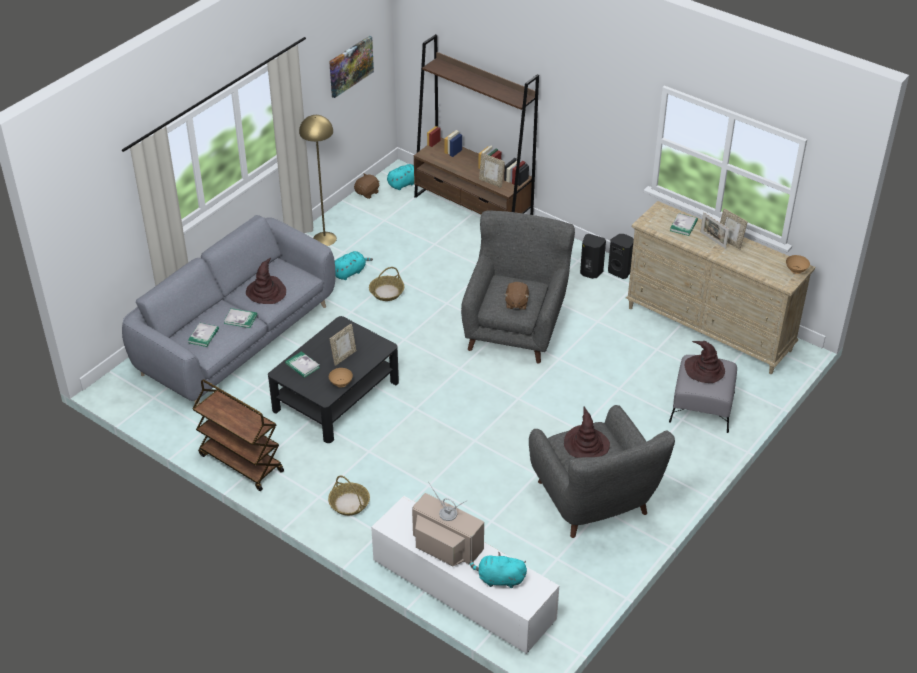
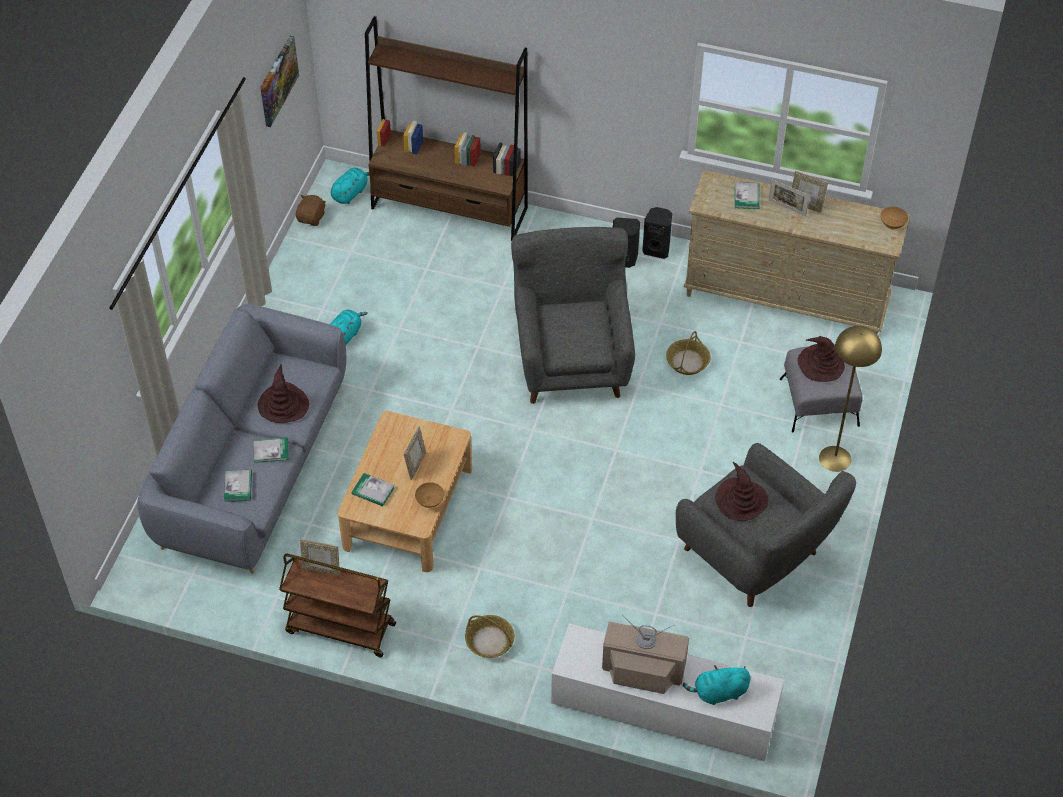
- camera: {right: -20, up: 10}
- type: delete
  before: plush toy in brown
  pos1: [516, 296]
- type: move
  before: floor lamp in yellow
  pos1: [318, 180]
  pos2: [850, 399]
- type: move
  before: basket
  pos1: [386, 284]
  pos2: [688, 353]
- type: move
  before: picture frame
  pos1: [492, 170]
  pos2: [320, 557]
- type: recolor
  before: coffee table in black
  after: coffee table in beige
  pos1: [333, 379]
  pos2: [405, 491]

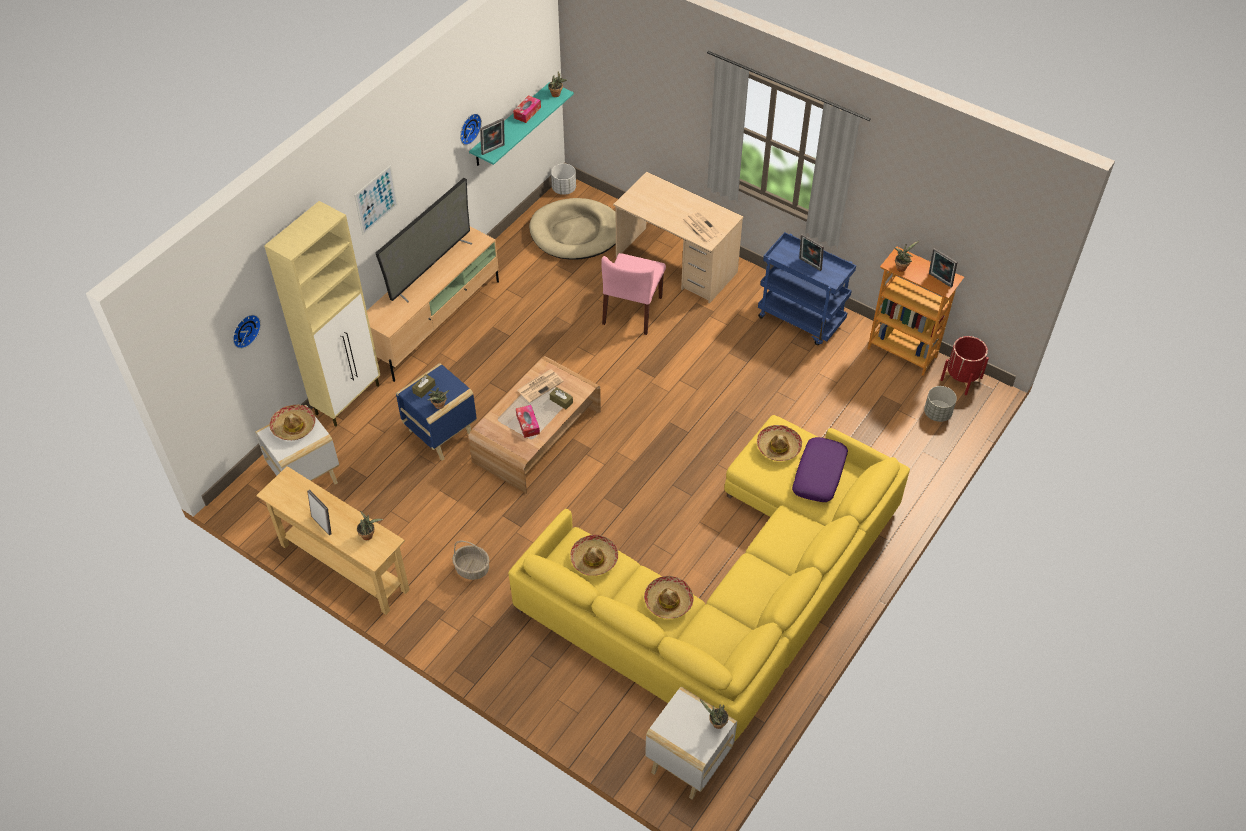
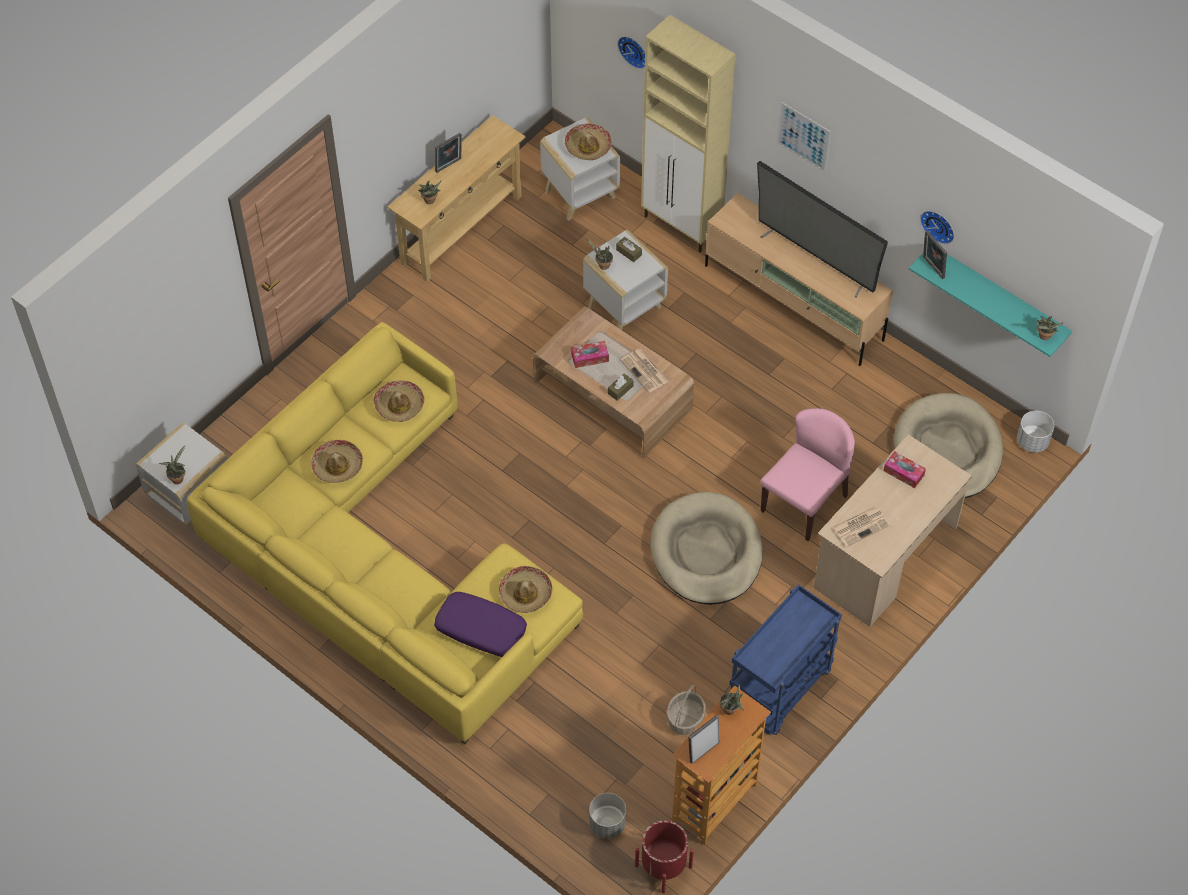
- camera: {right: 95, up: 5}
- type: delete
  before: picture frame
  pos1: [811, 252]
- type: insert
  after: dog bed in beige
  pos2: [707, 548]
- type: move
  before: basket
  pos1: [470, 560]
  pos2: [686, 710]
- type: move
  before: tissue box
  pos1: [527, 109]
  pos2: [904, 469]
- type: recolor
  before: side table in blue
  after: side table in white
  pos1: [436, 412]
  pos2: [625, 280]
- type: rotate
  before: chair in pink
  pos1: [634, 294]
  pos2: [807, 474]
  turn: 105

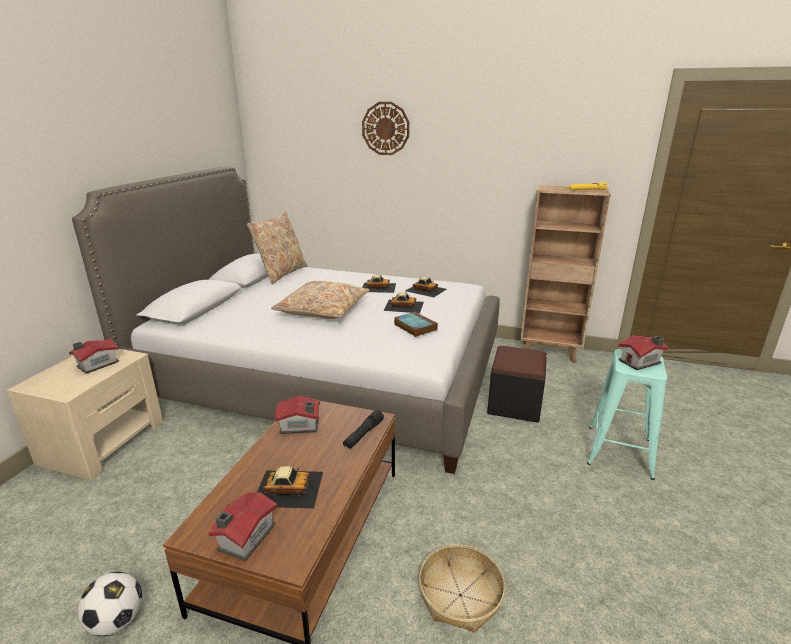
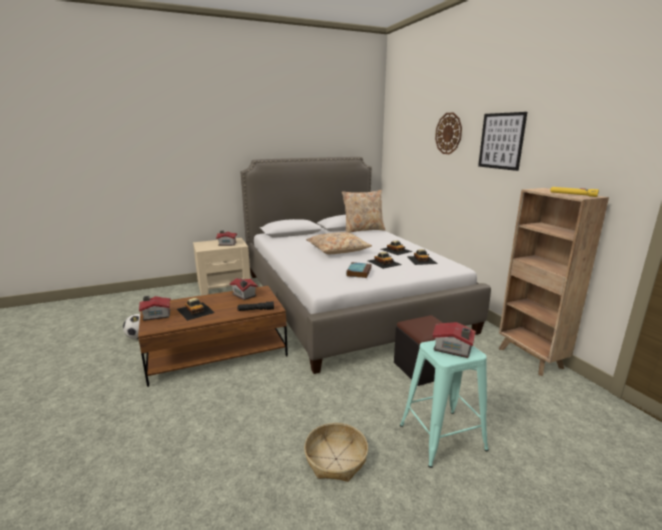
- camera: {right: 50, up: -5}
- type: insert
  after: picture
  pos2: [502, 141]
- type: move
  before: basket
  pos1: [462, 588]
  pos2: [336, 452]

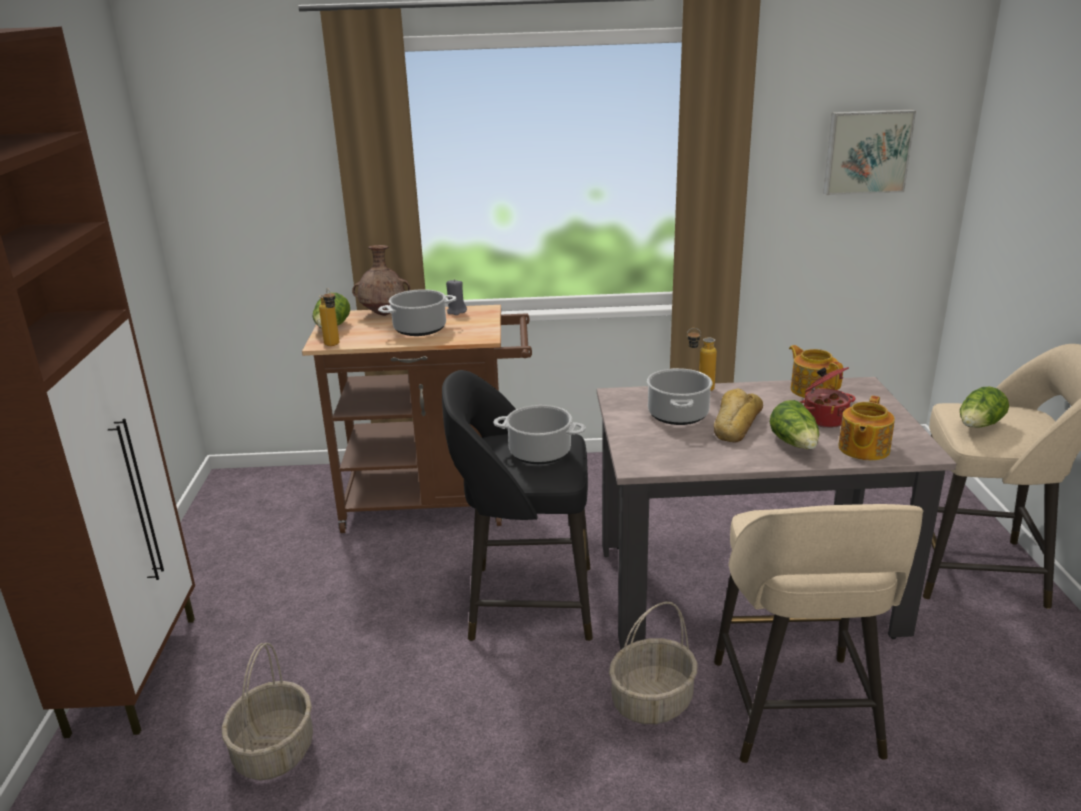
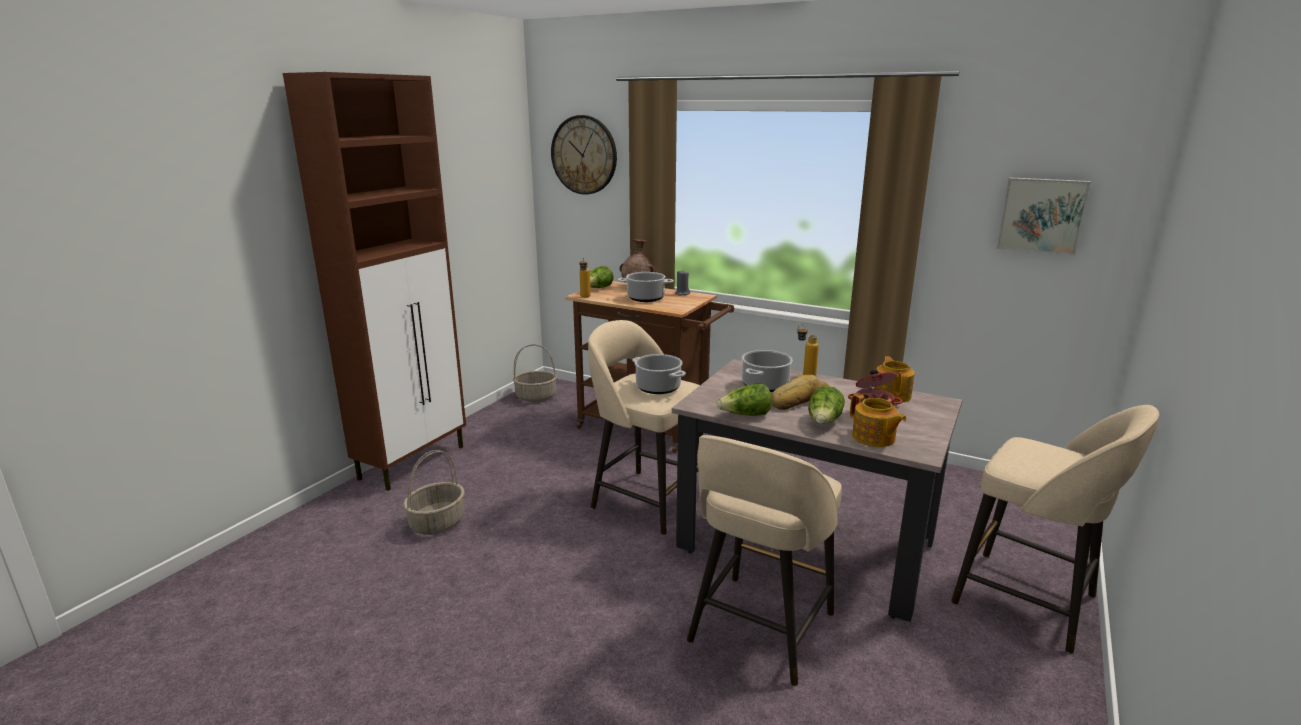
- camera: {right: 30, up: -5}
- type: insert
  after: wall clock
  pos2: [584, 155]
- type: move
  before: basket
  pos1: [653, 662]
  pos2: [535, 373]
- type: move
  before: lettuce
  pos1: [984, 407]
  pos2: [744, 400]
- type: recolor
  before: stool in black
  after: stool in beige
  pos1: [517, 505]
  pos2: [645, 427]
- type: rotate
  before: teapot
  pos1: [867, 428]
  pos2: [878, 420]
  turn: -90

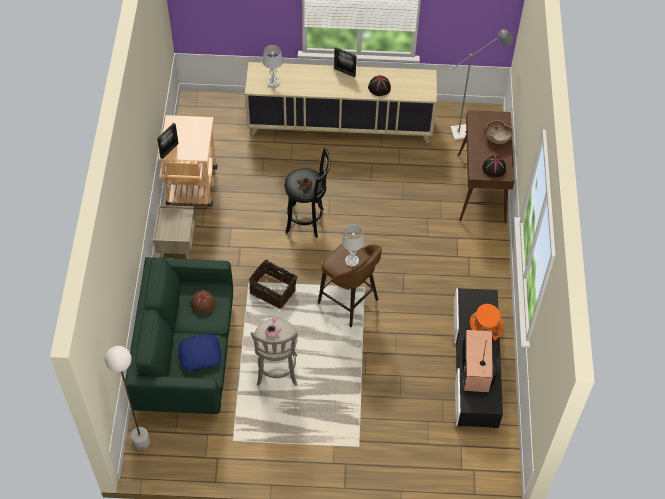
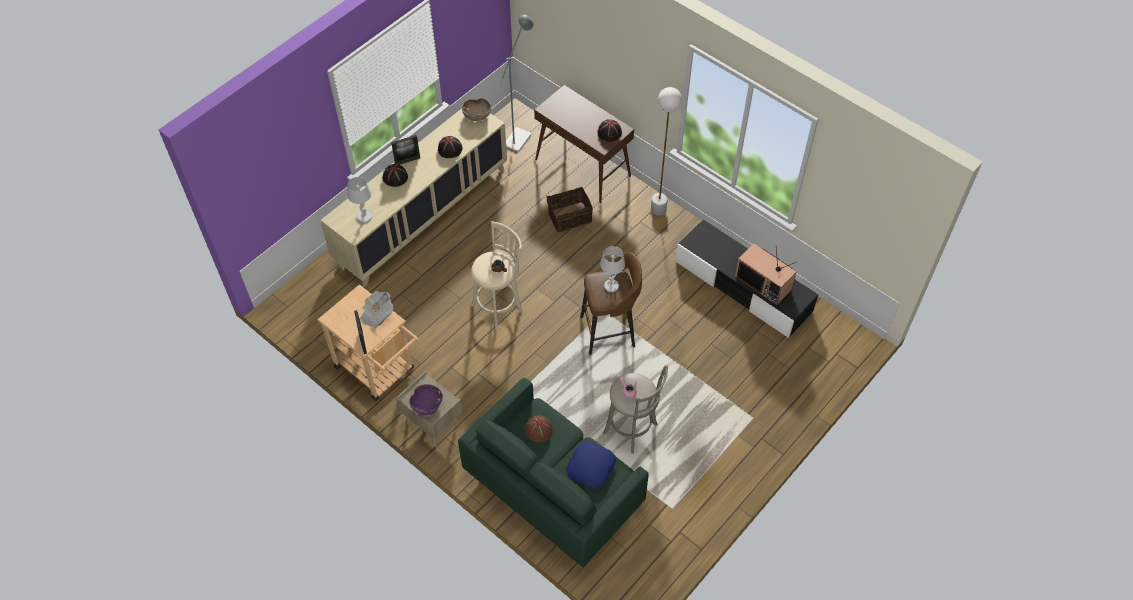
- camera: {right: -50, up: 0}
- type: delete
  before: hat in orange
  pos1: [486, 322]
- type: insert
  after: newspaper
  pos2: [376, 310]
- type: insert
  after: hat in black
  pos2: [395, 175]
- type: insert
  after: bowl in purple
  pos2: [426, 400]
- type: move
  before: floor lamp in white
  pos1: [127, 398]
  pos2: [666, 151]
- type: move
  before: basket
  pos1: [273, 284]
  pos2: [569, 209]
- type: move
  before: bowl in brown
  pos1: [499, 132]
  pos2: [476, 109]
- type: recolor
  before: stool in black
  after: stool in beige
  pos1: [307, 193]
  pos2: [497, 275]

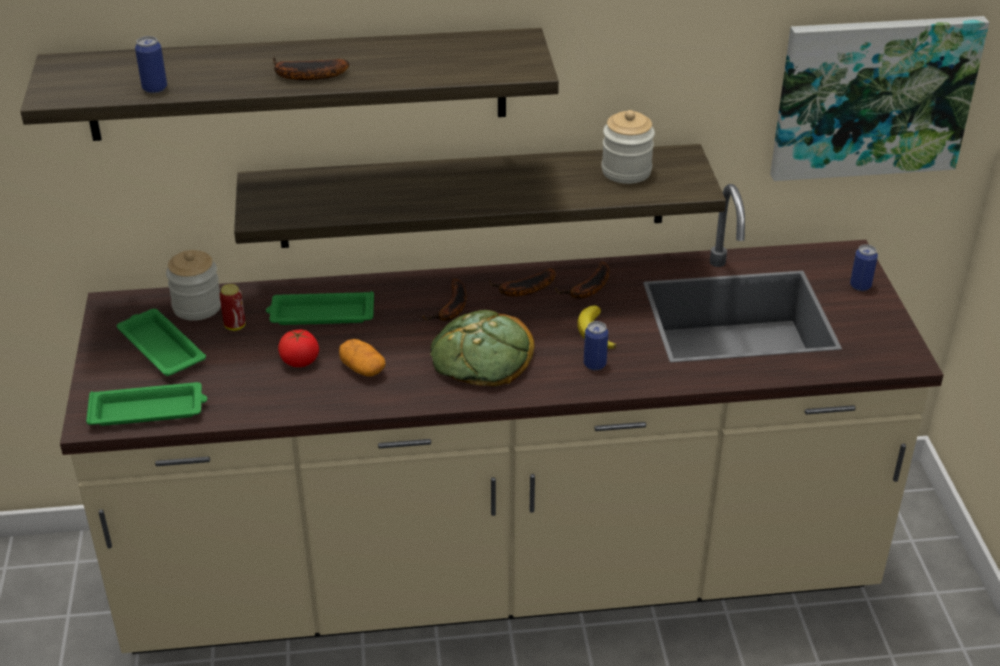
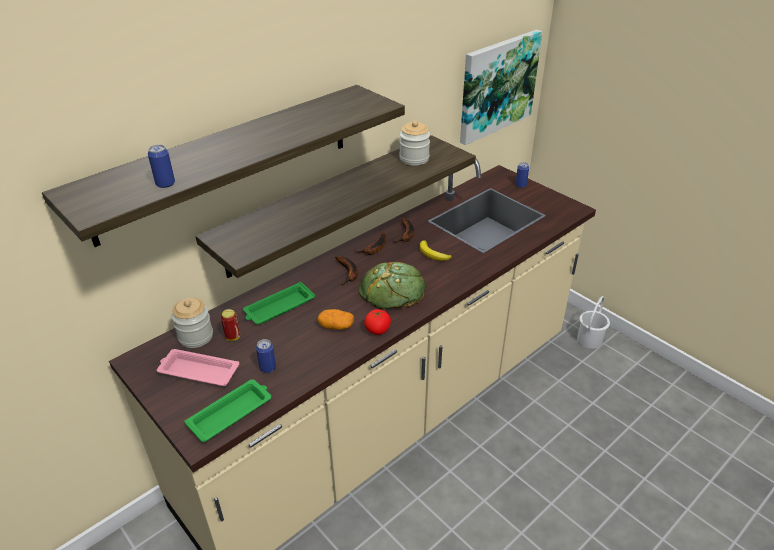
- camera: {right: -35, up: 0}
- type: delete
  before: banana
  pos1: [311, 68]
- type: insert
  after: bucket in white
  pos2: [593, 322]
- type: move
  before: tomato
  pos1: [298, 348]
  pos2: [377, 322]
- type: move
  before: can
  pos1: [596, 345]
  pos2: [266, 356]
- type: recolor
  before: tray in green
  after: tray in pink
  pos1: [161, 342]
  pos2: [198, 367]

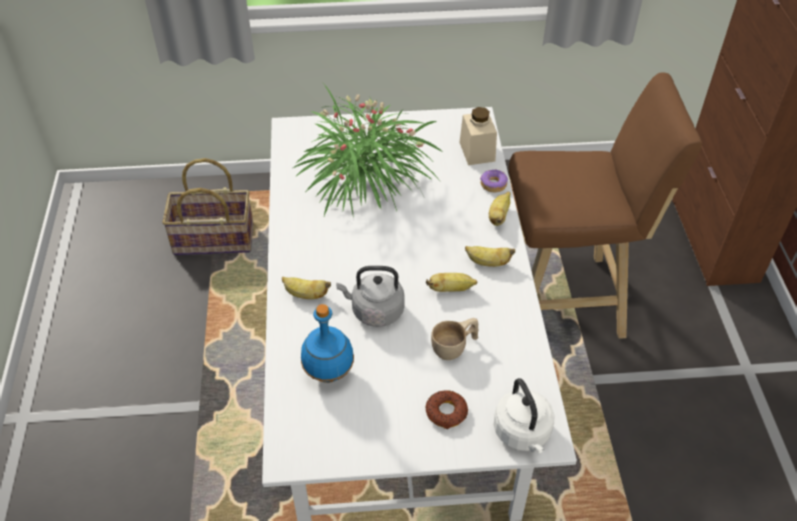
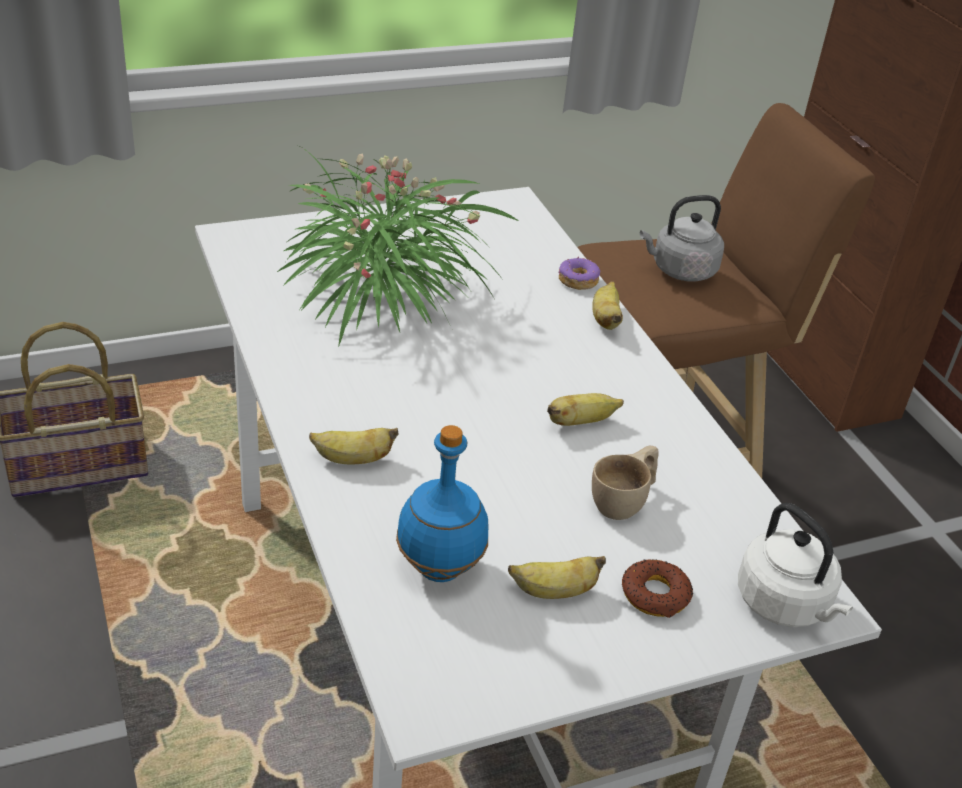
- camera: {right: -20, up: -10}
- type: delete
  before: jar in beige
  pos1: [478, 136]
- type: move
  before: kettle in grey
  pos1: [370, 296]
  pos2: [682, 238]
- type: move
  before: banana
  pos1: [490, 256]
  pos2: [557, 577]

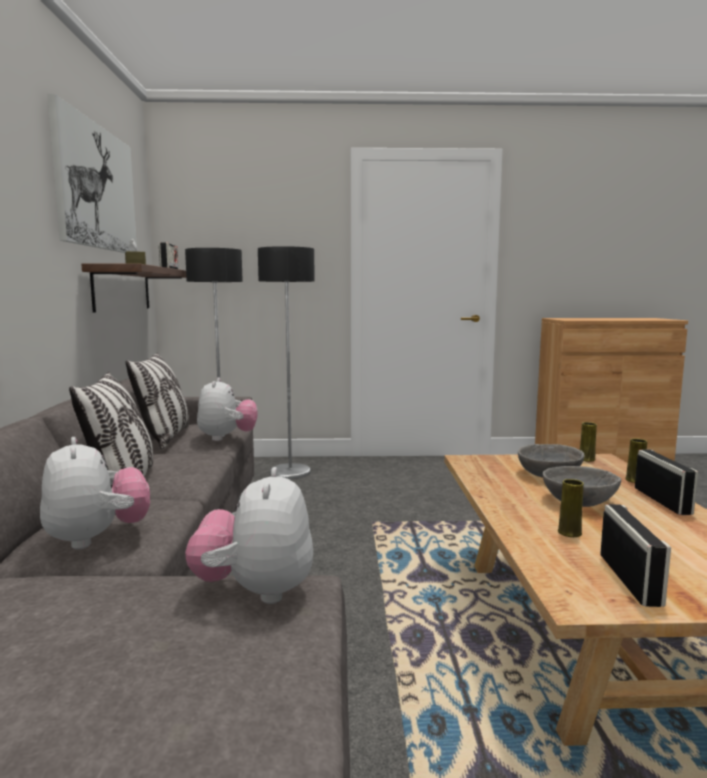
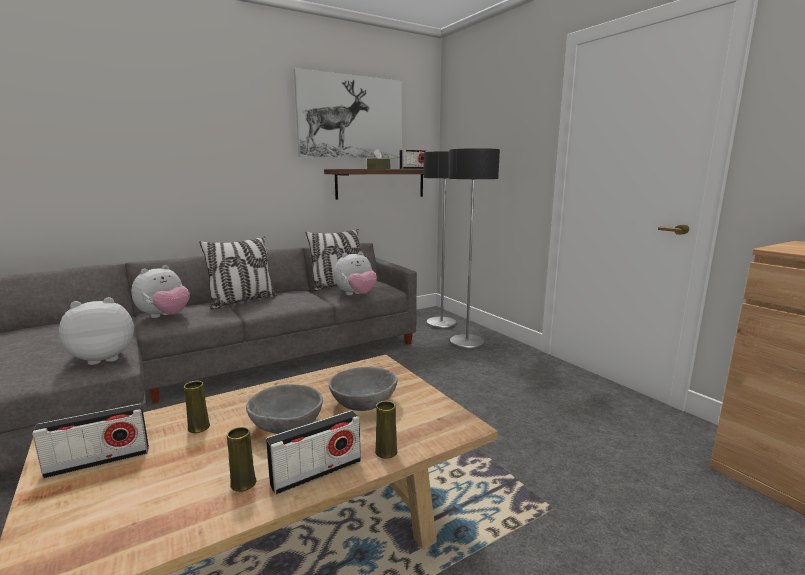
- camera: {right: 60, up: 5}
- type: move
  before: vase in yellow
  pos1: [588, 442]
  pos2: [241, 459]

